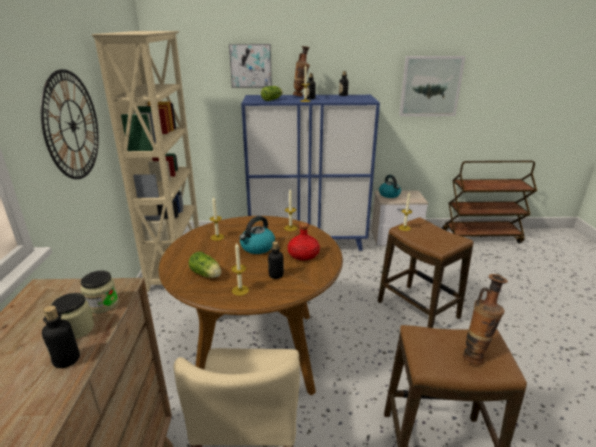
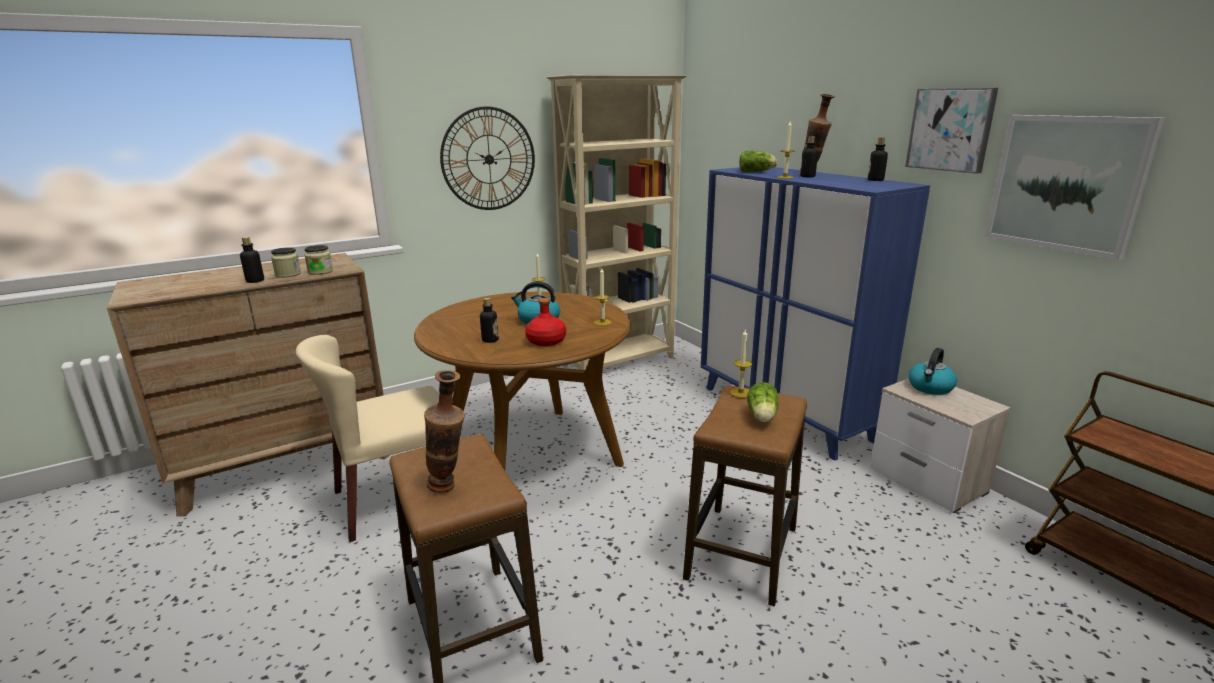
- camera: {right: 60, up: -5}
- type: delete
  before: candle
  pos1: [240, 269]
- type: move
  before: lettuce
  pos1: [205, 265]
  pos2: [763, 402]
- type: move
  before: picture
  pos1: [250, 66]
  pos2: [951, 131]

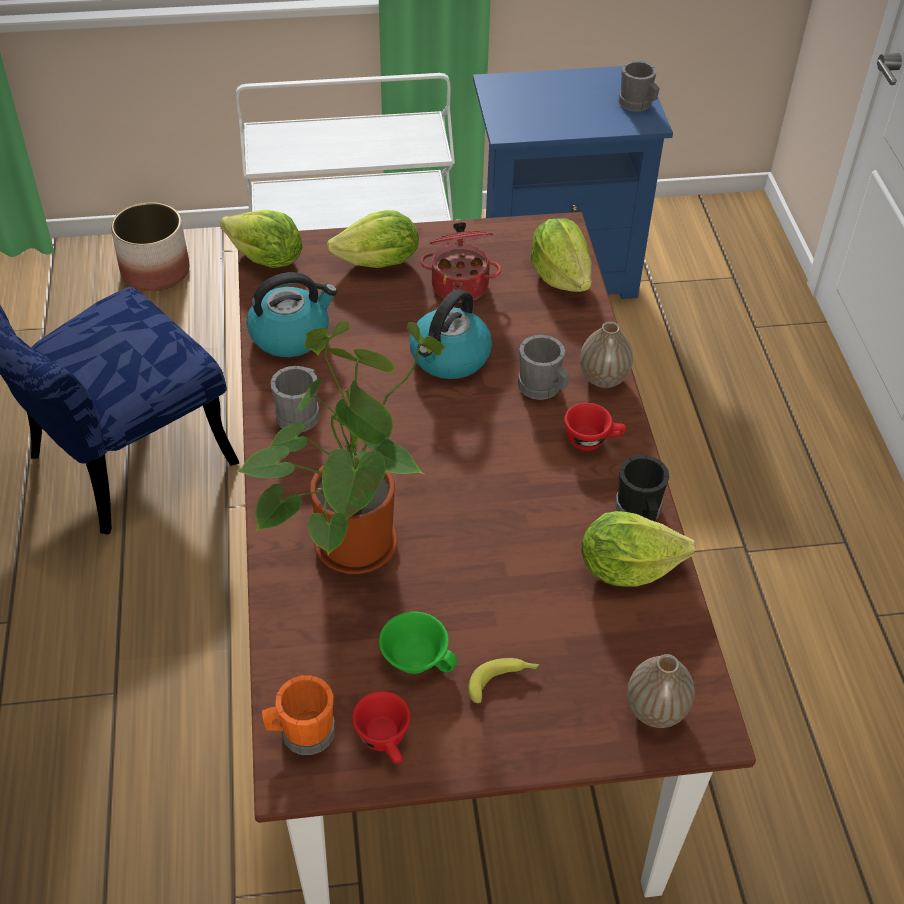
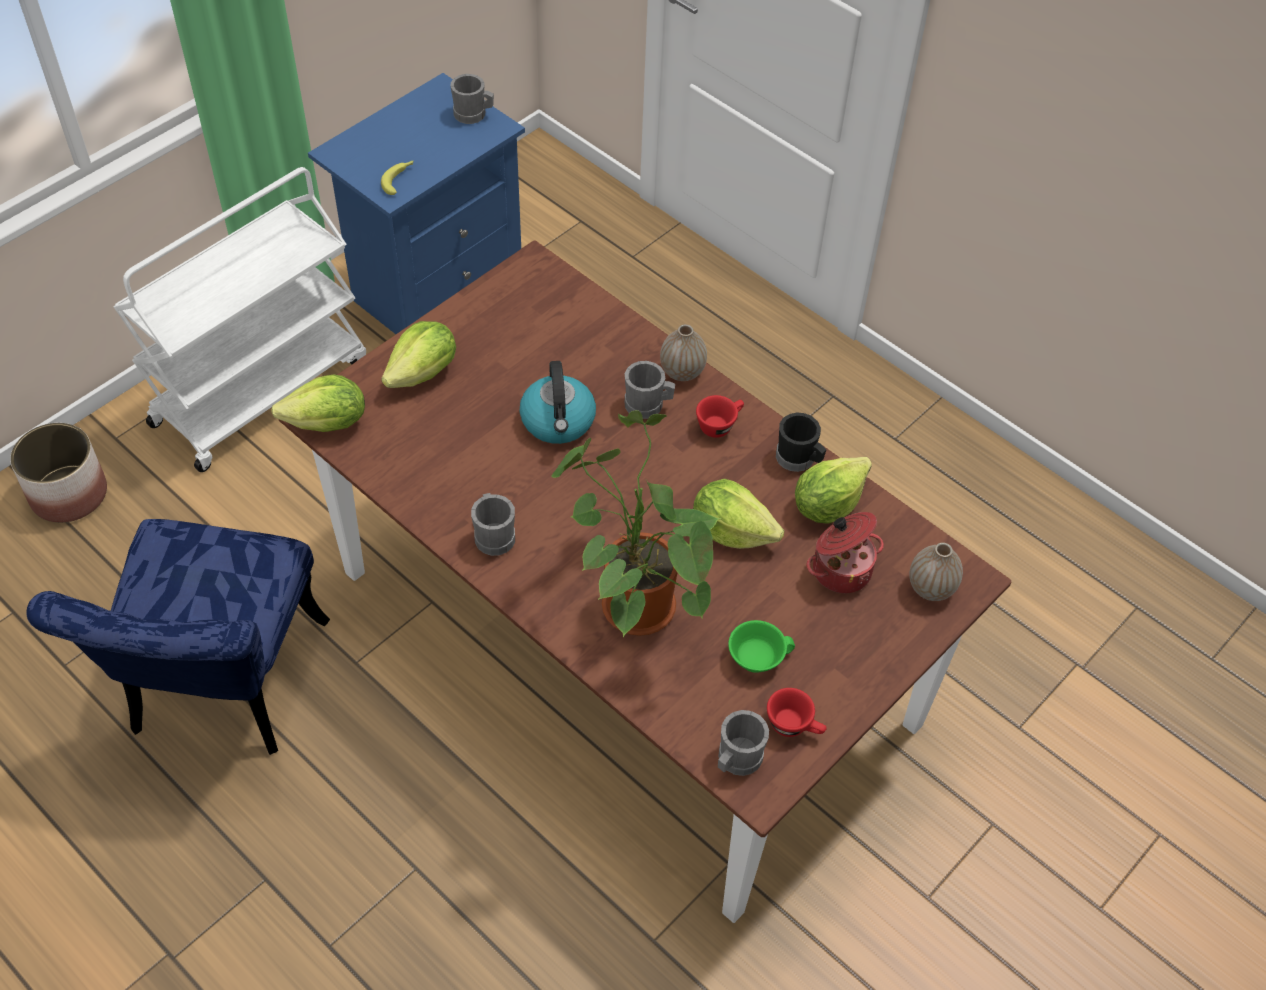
- camera: {right: -40, up: 5}
- type: delete
  before: kettle
  pos1: [292, 314]
- type: move
  before: cooking pot
  pos1: [461, 262]
  pos2: [845, 552]
- type: move
  before: banana
  pos1: [504, 680]
  pos2: [397, 178]
- type: move
  before: lettuce
  pos1: [561, 255]
  pos2: [738, 514]
- type: recolor
  before: mug in orange
  after: mug in grey
  pos1: [298, 715]
  pos2: [743, 743]

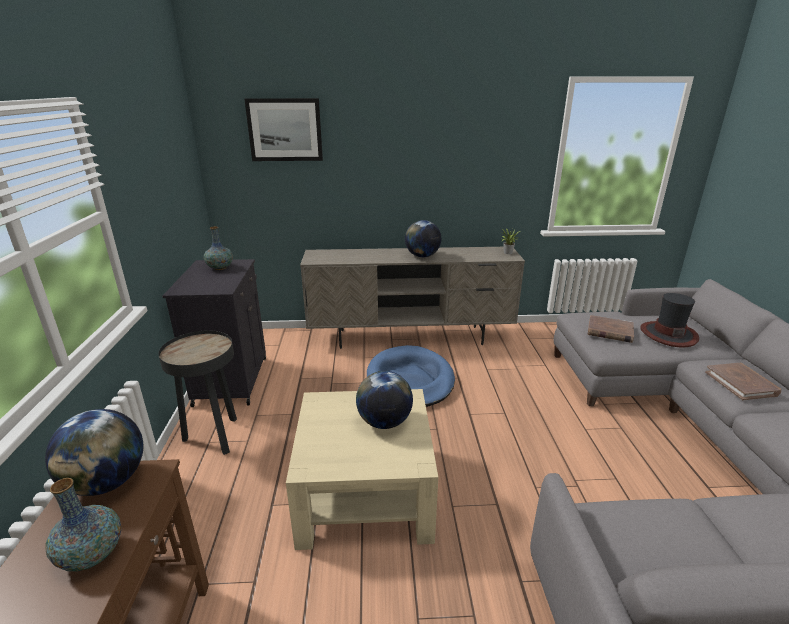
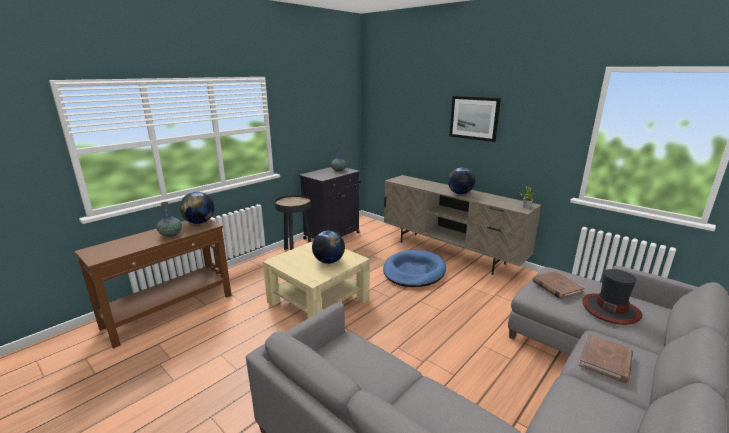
- camera: {right: 45, up: -5}
- type: move
  before: picture
  pos1: [283, 129]
  pos2: [475, 119]

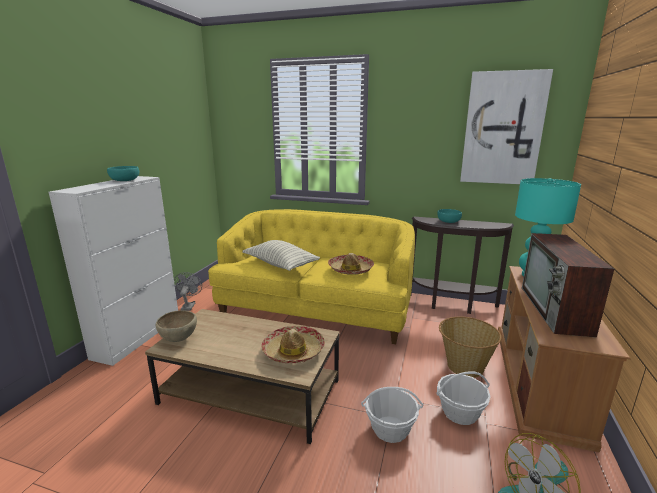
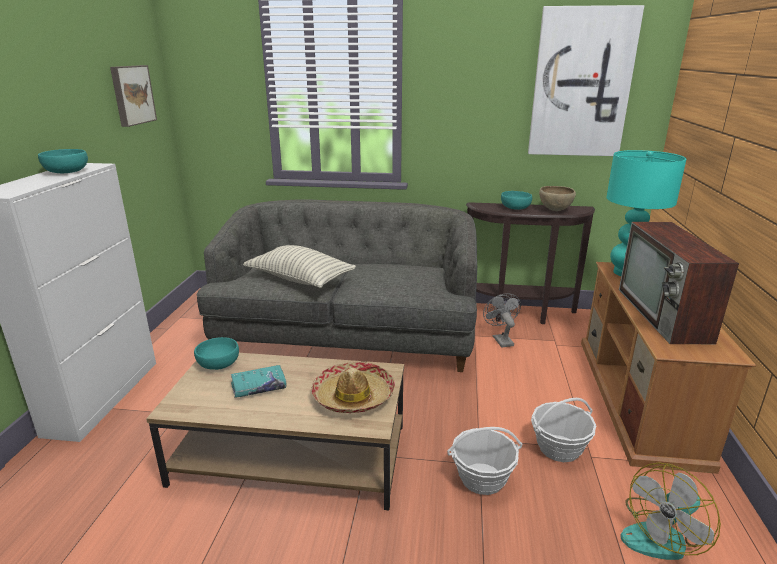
- camera: {right: -10, up: 5}
- type: delete
  before: hat
  pos1: [351, 264]
- type: delete
  before: basket
  pos1: [470, 347]
- type: insert
  after: picture
  pos2: [133, 96]
- type: insert
  after: bowl in turquoise
  pos2: [216, 353]
- type: insert
  after: book in turquoise
  pos2: [258, 381]
- type: move
  before: bowl in brown
  pos1: [176, 326]
  pos2: [557, 198]
- type: move
  before: fan in grey
  pos1: [188, 291]
  pos2: [502, 320]
- type: recolor
  before: sofa in yellow
  after: sofa in grey
  pos1: [311, 276]
  pos2: [337, 285]

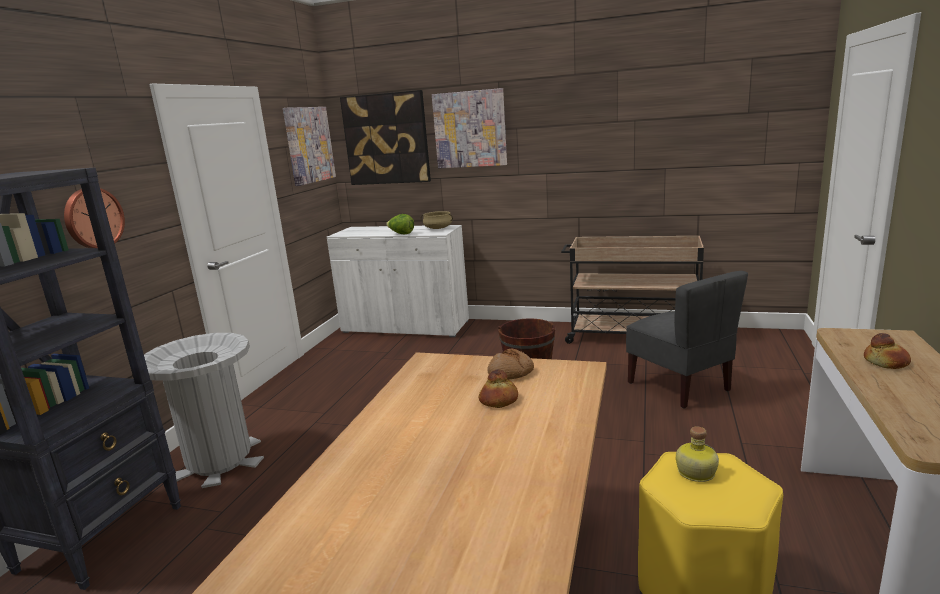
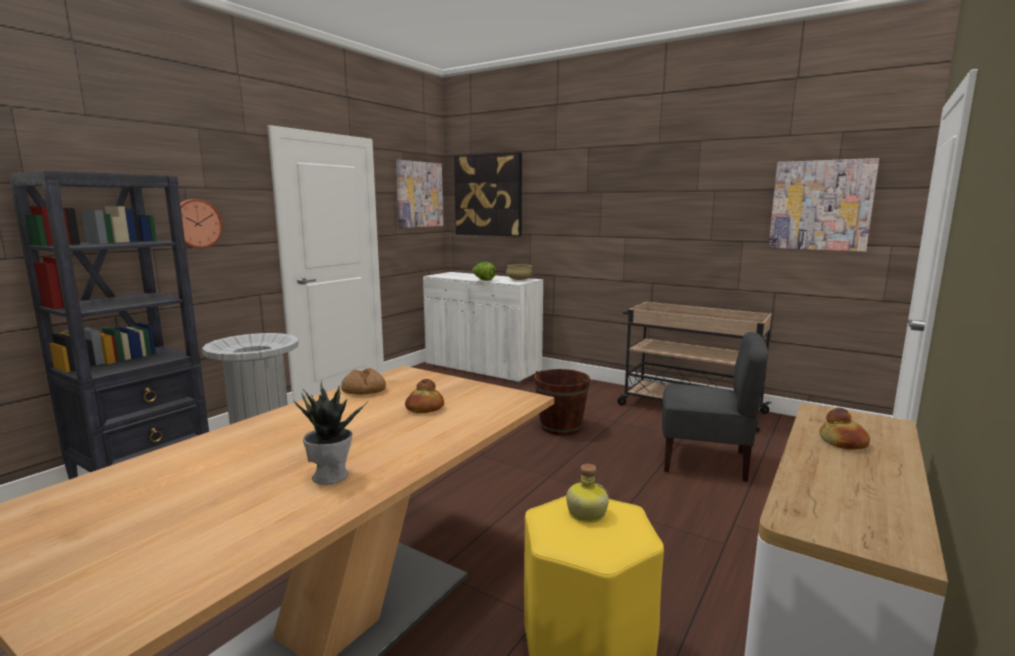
- camera: {right: 15, up: -5}
- type: insert
  after: potted plant
  pos2: [331, 433]
- type: move
  before: picture
  pos1: [469, 128]
  pos2: [823, 205]
- type: move
  before: bread
  pos1: [510, 364]
  pos2: [363, 381]
- type: rotate
  before: chair in grey
  pos1: [687, 340]
  pos2: [715, 407]
  turn: -60

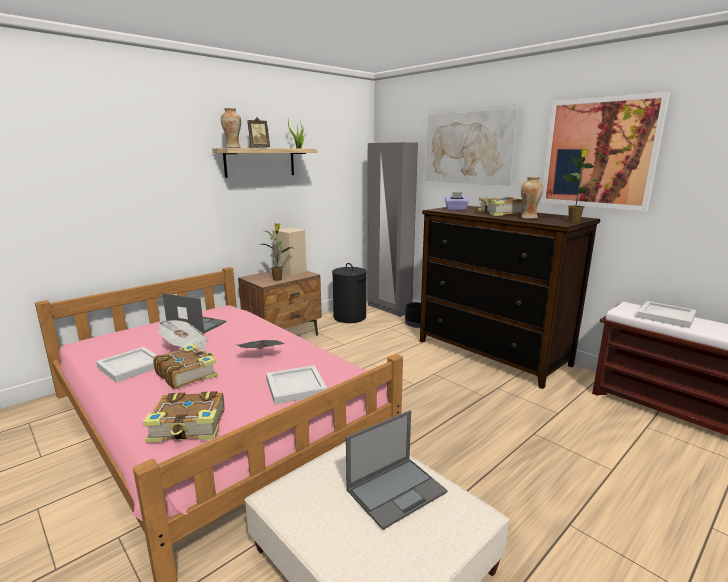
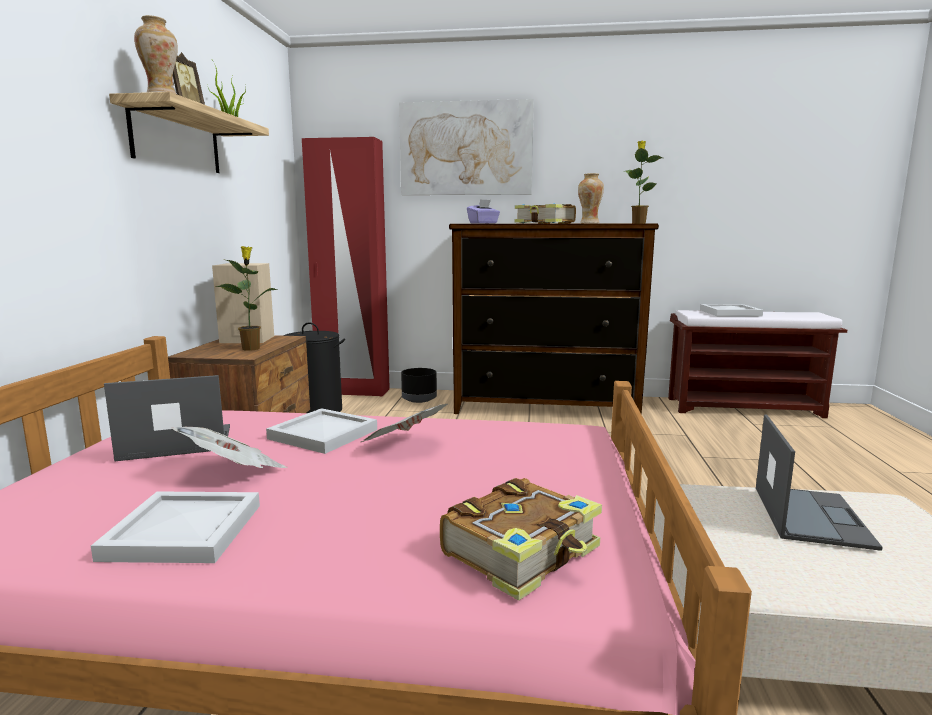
- camera: {right: -40, up: -5}
- type: delete
  before: book
  pos1: [185, 366]
- type: delete
  before: picture
  pos1: [605, 151]
- type: move
  before: tray in white
  pos1: [296, 385]
  pos2: [321, 431]
- type: recolor
  before: wardrobe in grey
  after: wardrobe in red
  pos1: [392, 229]
  pos2: [346, 266]

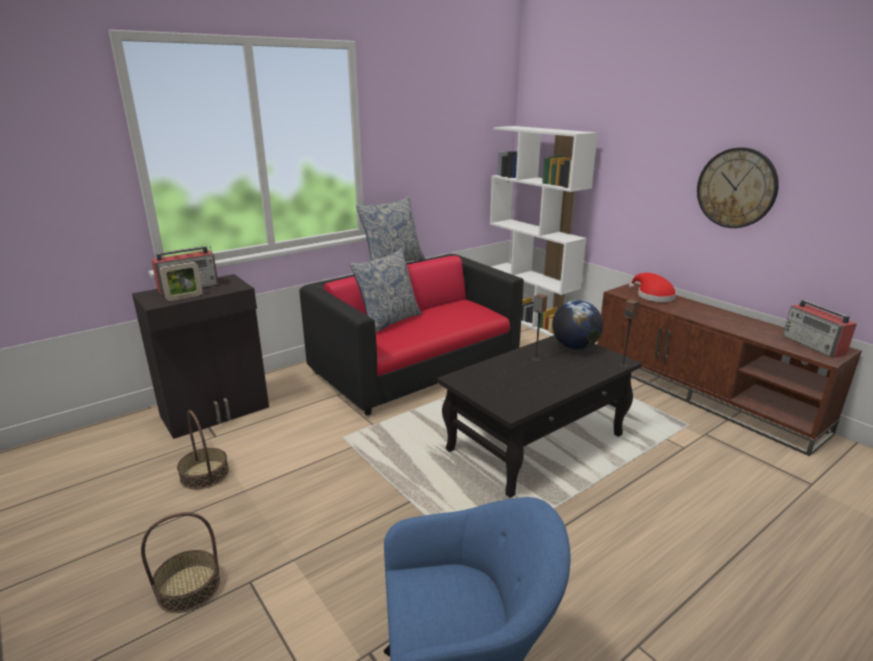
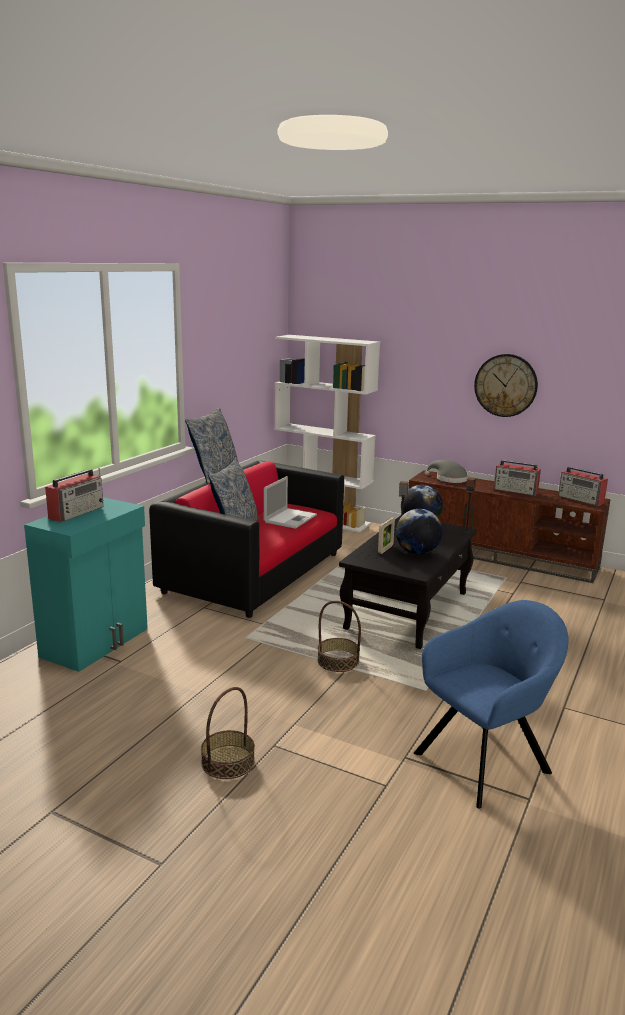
- camera: {right: -25, up: -5}
- type: insert
  after: laptop
  pos2: [290, 502]
- type: insert
  after: globe
  pos2: [419, 532]
- type: insert
  after: radio
  pos2: [517, 478]
- type: move
  before: picture frame
  pos1: [181, 281]
  pos2: [386, 535]
- type: move
  before: basket
  pos1: [203, 449]
  pos2: [339, 636]
- type: recolor
  before: cabinet in black
  after: cabinet in turquoise
  pos1: [200, 356]
  pos2: [86, 584]
- type: recolor
  before: hat in red
  after: hat in grey
  pos1: [652, 287]
  pos2: [446, 471]

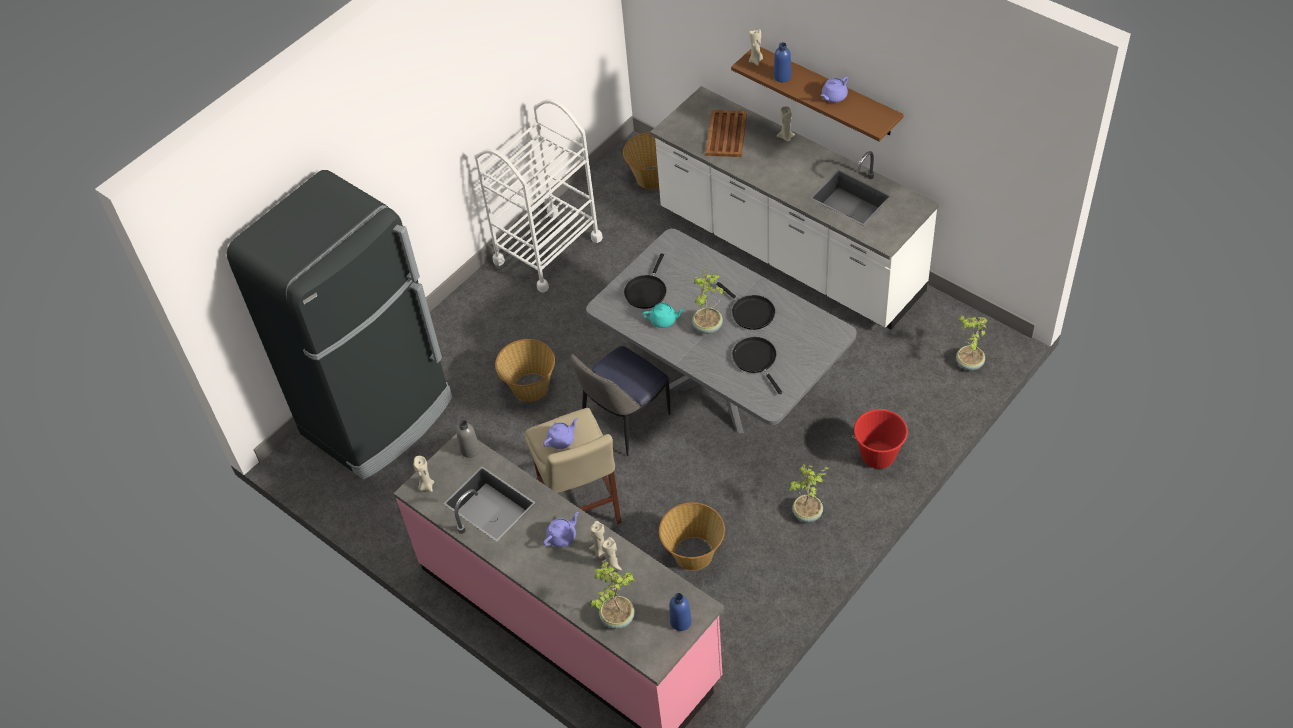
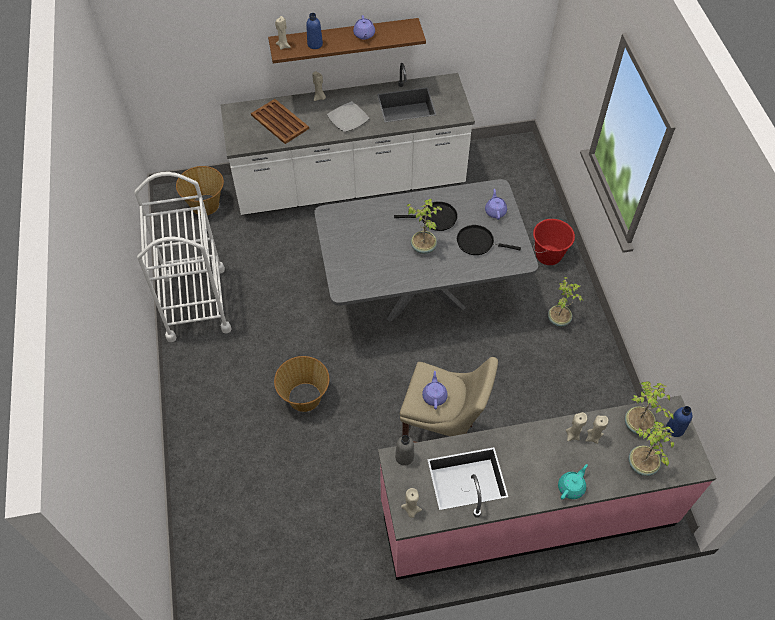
- camera: {right: -55, up: 5}
- type: delete
  before: fridge in black
  pos1: [339, 325]
- type: delete
  before: chair
  pos1: [620, 401]
- type: delete
  before: frying pan in black
  pos1: [645, 281]
- type: delete
  before: basket
  pos1: [692, 536]
- type: insert
  after: plate
  pos2: [348, 116]
- type: move
  before: teapot in purple
  pos1: [561, 529]
  pos2: [496, 204]
- type: move
  before: teapot in turquoise
  pos1: [664, 315]
  pos2: [573, 482]
- type: move
  before: potted plant
  pos1: [971, 343]
  pos2: [649, 408]

